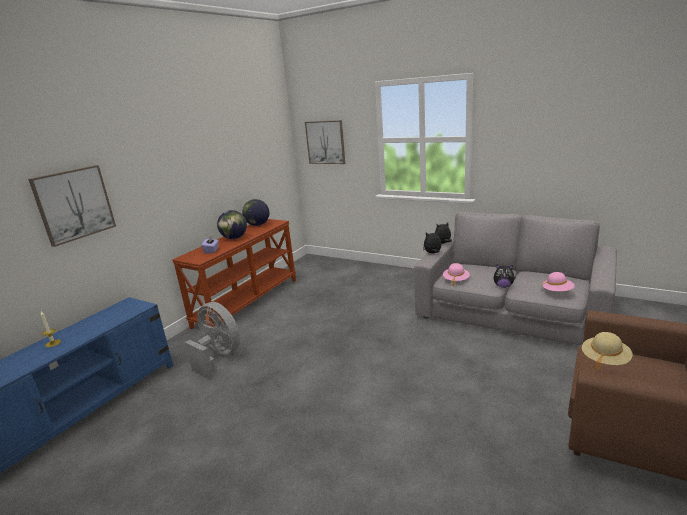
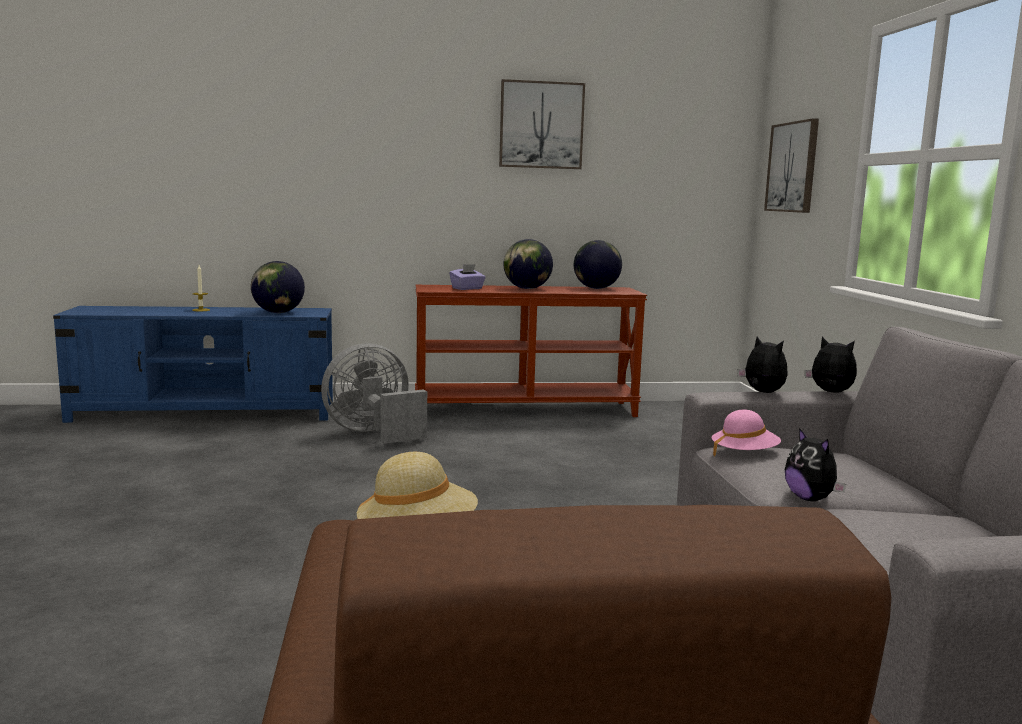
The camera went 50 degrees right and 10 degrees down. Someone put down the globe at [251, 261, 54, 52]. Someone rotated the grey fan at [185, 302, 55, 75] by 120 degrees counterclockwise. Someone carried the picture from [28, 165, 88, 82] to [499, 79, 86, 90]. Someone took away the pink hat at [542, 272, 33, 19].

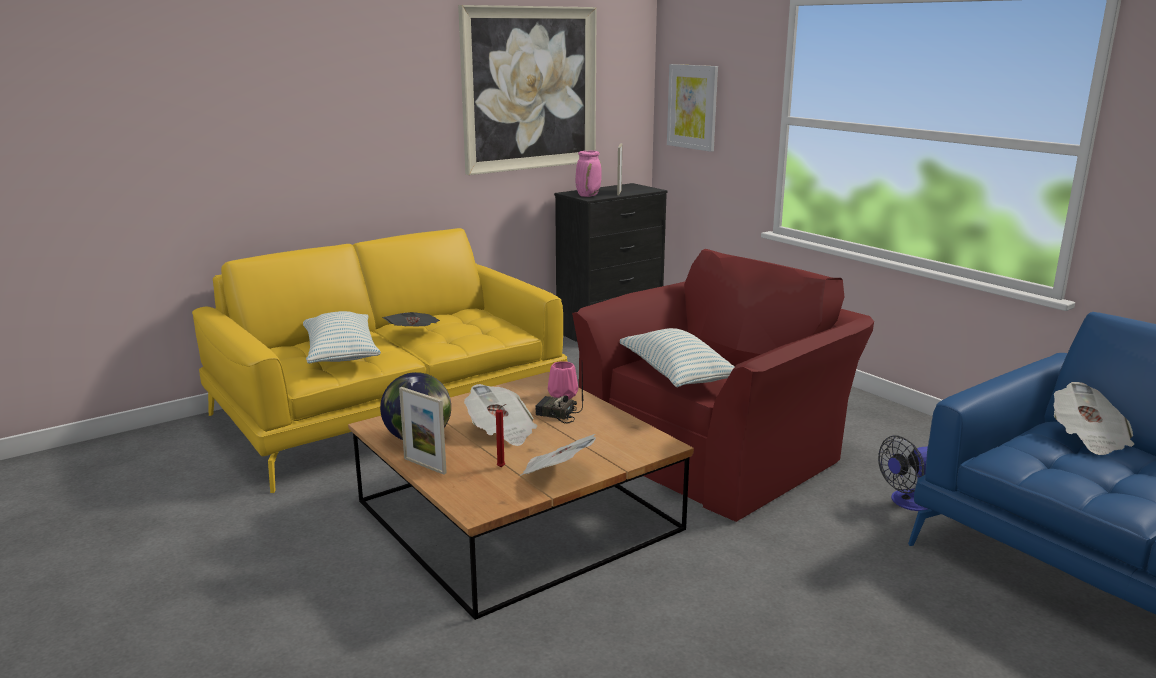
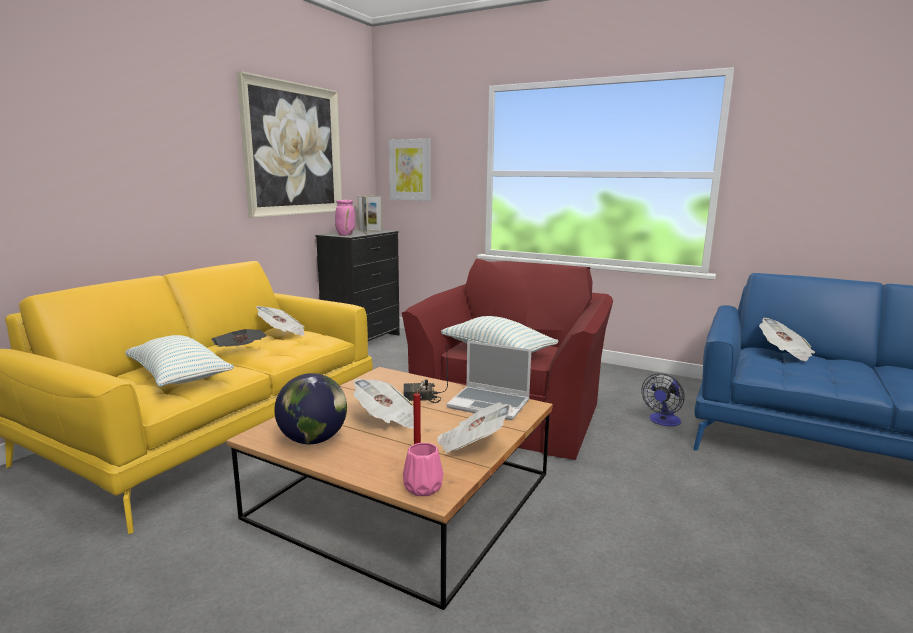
The camera went 25 degrees left and 5 degrees down. Someone put down the newspaper at [256, 306, 49, 30]. Someone carried the picture frame from [399, 387, 48, 88] to [357, 196, 25, 35]. Someone carried the pink vase from [548, 361, 30, 38] to [403, 443, 40, 53]. Someone put down the laptop at [447, 341, 85, 79].

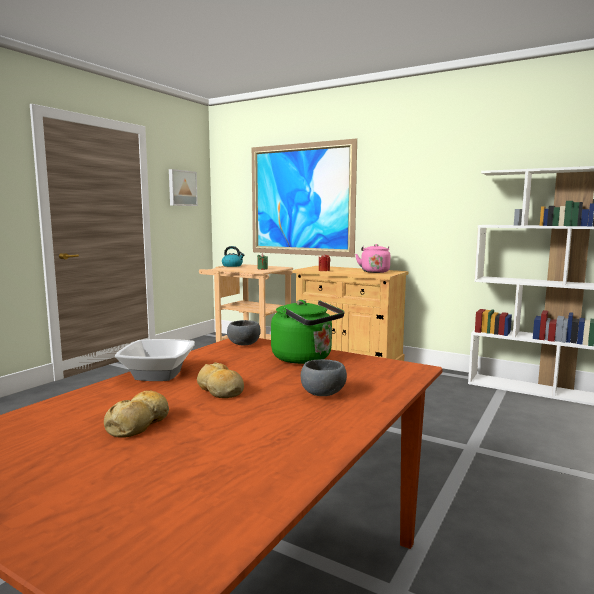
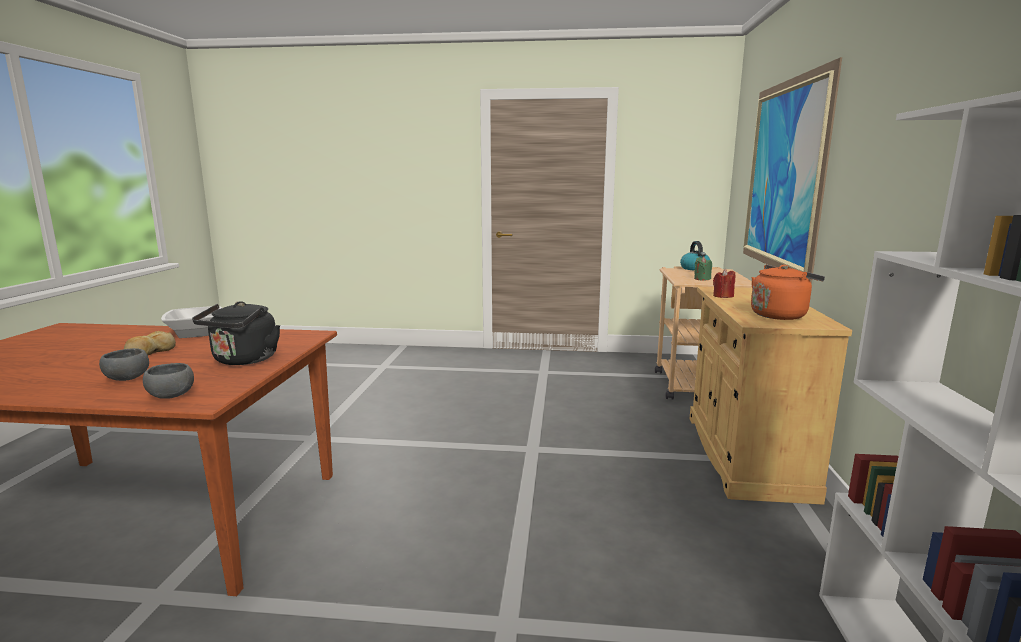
The camera went 65 degrees right and 5 degrees up. Someone carried the grey bowl from [227, 320, 34, 25] to [143, 363, 51, 36]. Someone repainted the green kettle at [271, 300, 73, 64], which became the black kettle at [192, 301, 88, 64]. Someone repainted the pink kettle at [355, 244, 35, 29], which became the orange kettle at [751, 265, 74, 55]. Someone took away the bread at [104, 391, 65, 47]. Someone took away the picture at [169, 169, 29, 37].

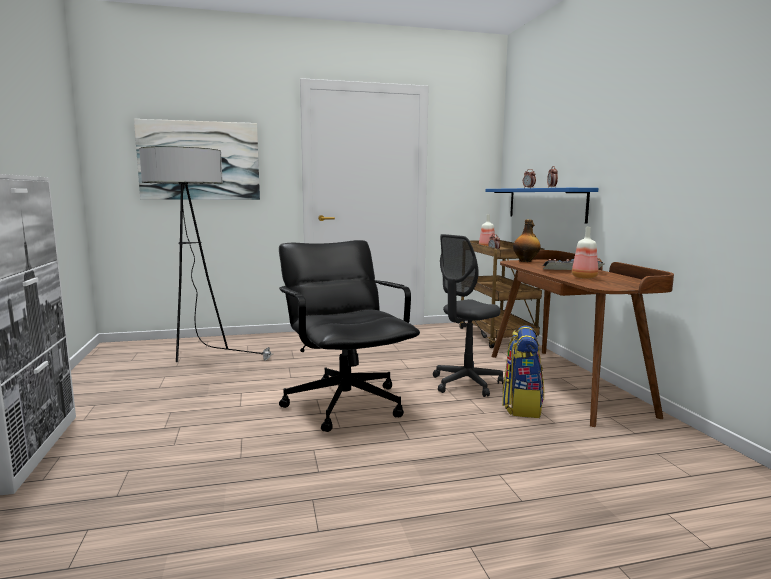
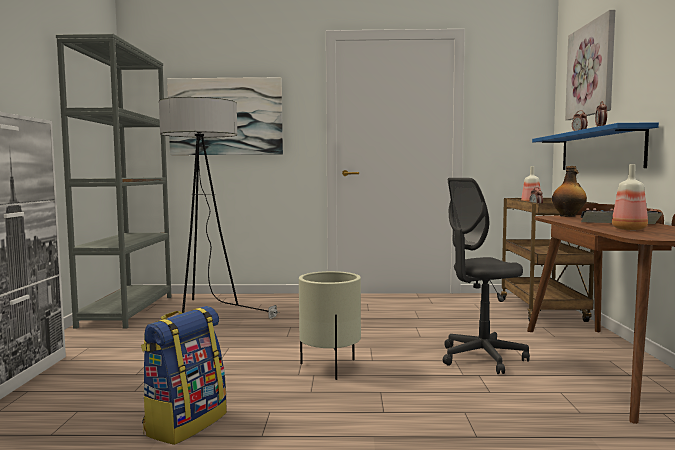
The camera went 15 degrees right and 5 degrees down. Someone put down the grey bookcase at [56, 34, 115, 295]. Someone carried the backpack from [502, 325, 42, 93] to [141, 306, 86, 139]. Someone swapped the black office chair at [279, 240, 141, 192] for the beige planter at [299, 271, 62, 109]. Someone put up the picture at [565, 10, 50, 110].

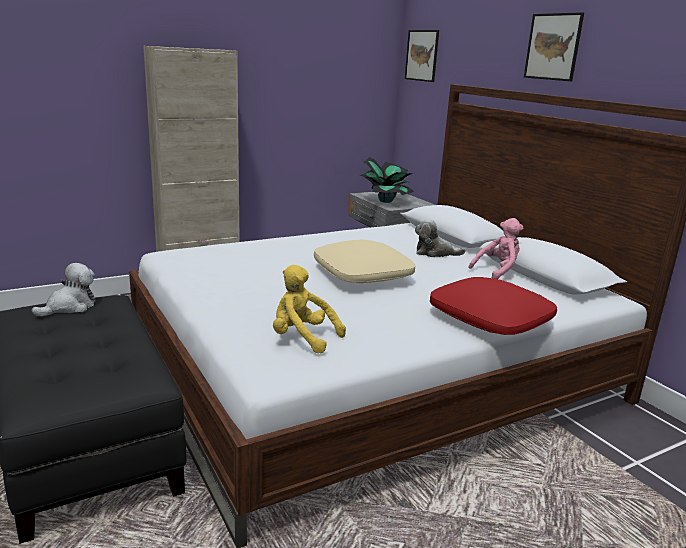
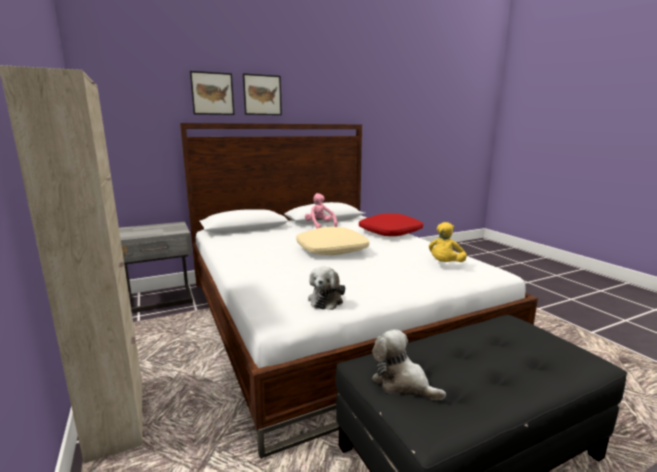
The camera went 85 degrees left and 5 degrees down. Someone carried the picture from [405, 30, 34, 52] to [190, 71, 44, 44]. Someone carried the plush toy from [415, 219, 51, 38] to [308, 267, 37, 43]. Someone took away the potted plant at [360, 157, 54, 46].

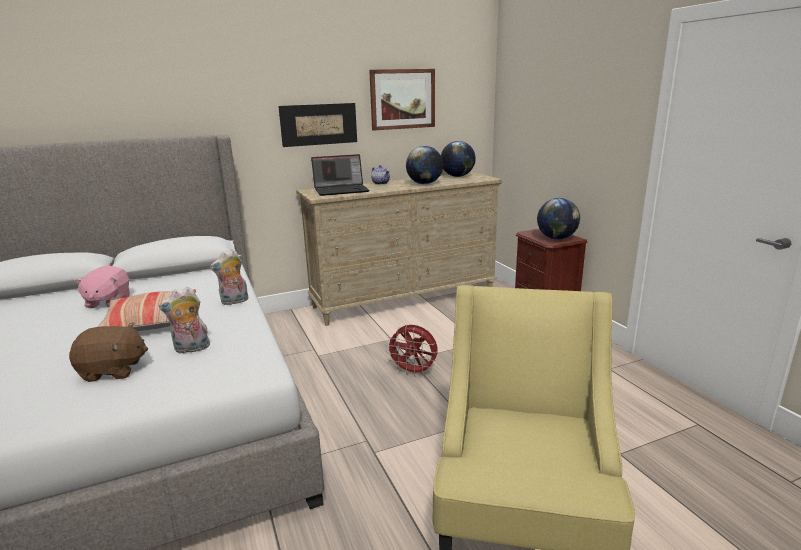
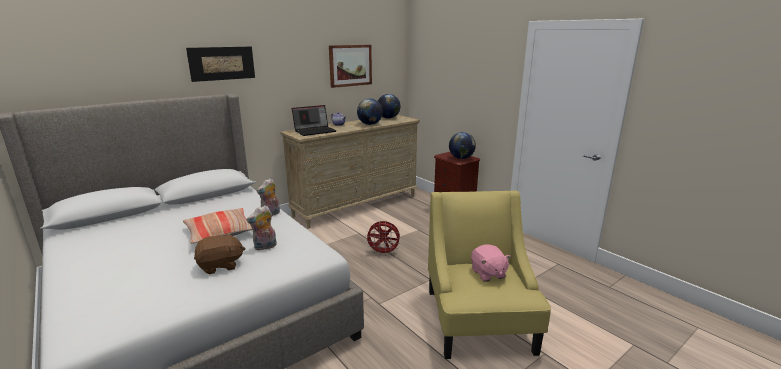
The camera went 15 degrees left and 0 degrees up. Someone carried the picture from [278, 103, 79, 44] to [186, 47, 69, 35]. Someone carried the pink plush toy from [74, 265, 56, 43] to [471, 245, 40, 37].

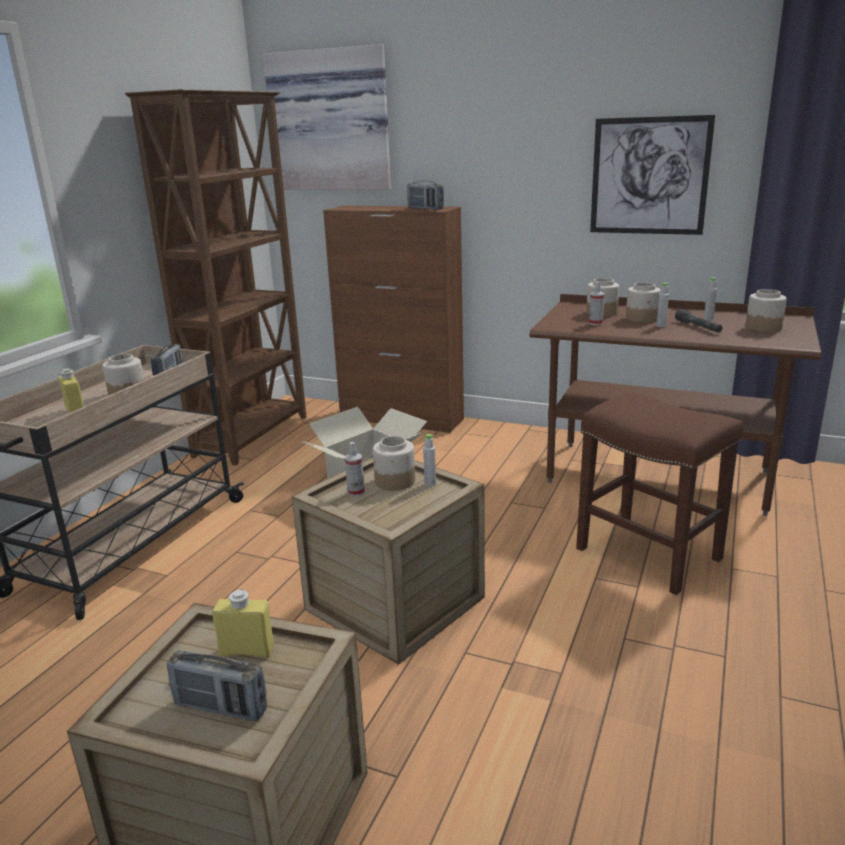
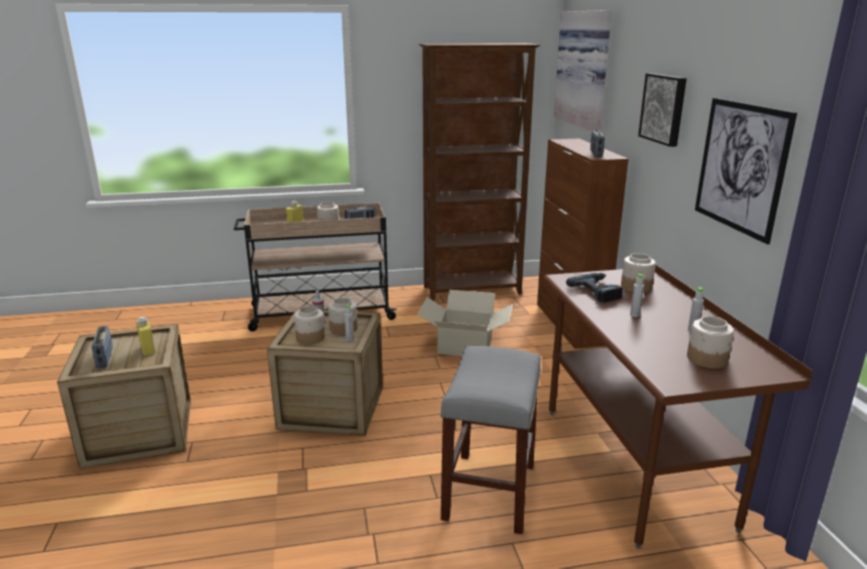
The camera went 55 degrees right and 0 degrees up. Someone carried the jar from [626, 282, 35, 41] to [294, 306, 31, 38]. Someone repainted the brown stool at [576, 392, 167, 203], which became the grey stool at [440, 346, 101, 188]. Someone swapped the spray bottle at [589, 282, 15, 43] for the power drill at [566, 273, 57, 30]. Someone put up the picture at [638, 73, 49, 74]. Someone took away the grey flashlight at [675, 309, 48, 24].

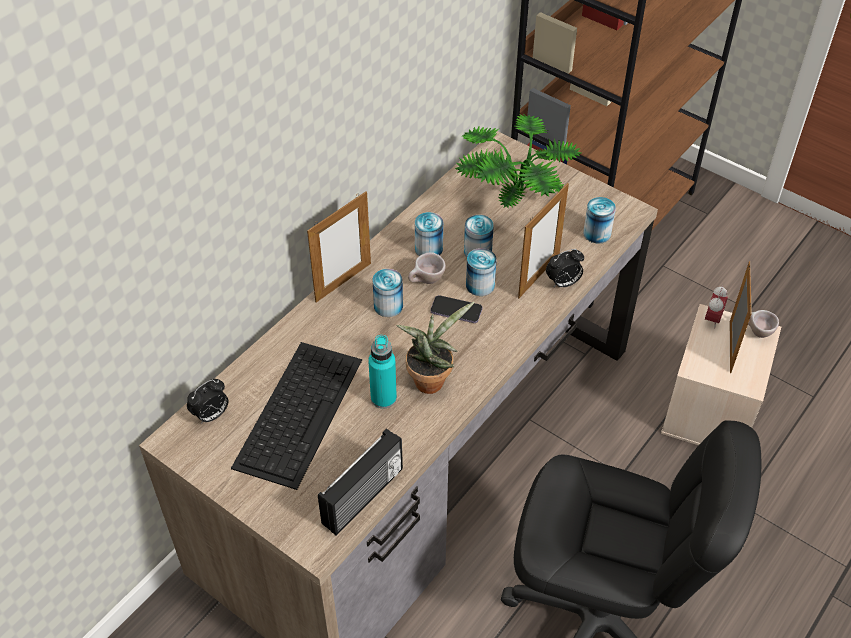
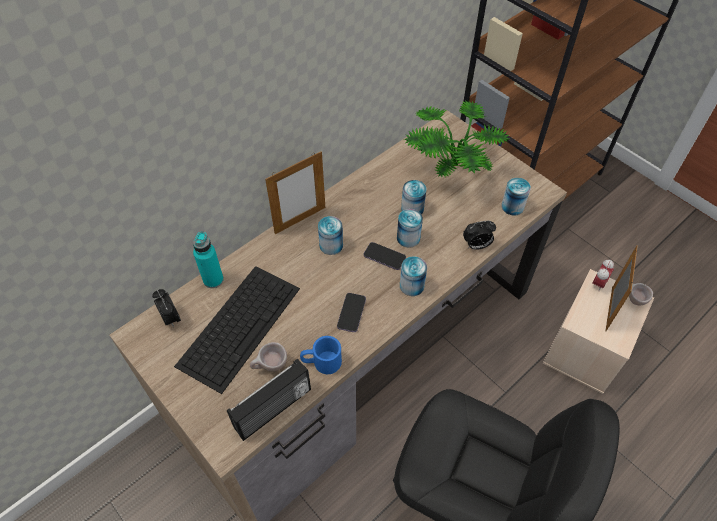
The camera went 10 degrees right and 5 degrees up. Someone rotated the alarm clock at [187, 379, 41, 45] by 90 degrees clockwise. Someone carried the turquoise bottle from [368, 335, 29, 74] to [193, 232, 31, 56]. Someone carried the beige cup from [408, 252, 38, 32] to [250, 342, 37, 30]. Someone put down the blue mug at [300, 336, 42, 38]. Someone swapped the potted plant at [396, 302, 79, 92] for the phone at [337, 293, 29, 39]. Someone carried the can from [415, 212, 28, 44] to [400, 256, 27, 40]. Someone took away the picture frame at [518, 183, 51, 115].

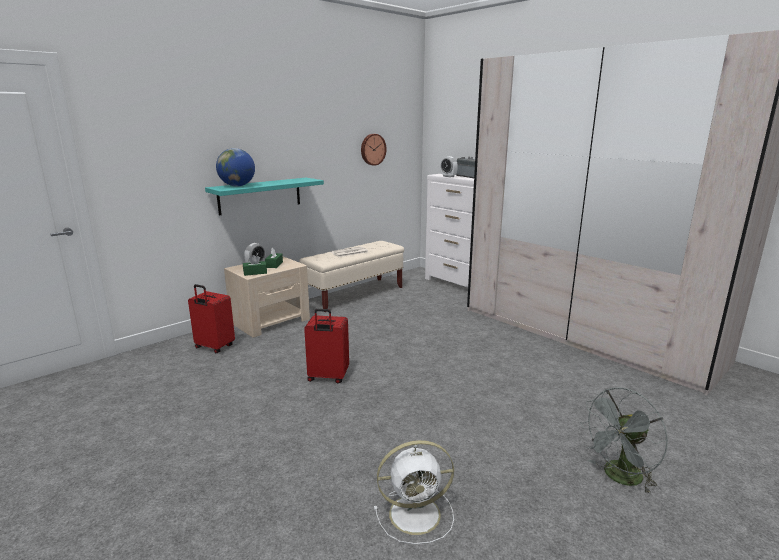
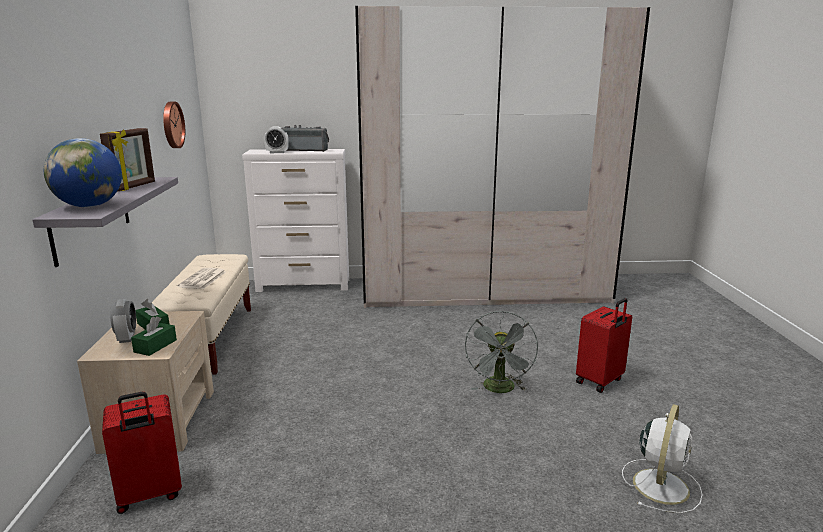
The camera went 50 degrees left and 0 degrees up. Someone repainted the turquoise shelf at [205, 178, 119, 38], which became the grey shelf at [32, 177, 146, 90]. Someone put down the picture frame at [100, 128, 55, 64]. Someone carried the grey fan from [580, 387, 88, 108] to [465, 311, 73, 82]. Someone carried the red suitcase from [304, 309, 45, 74] to [576, 298, 56, 95].

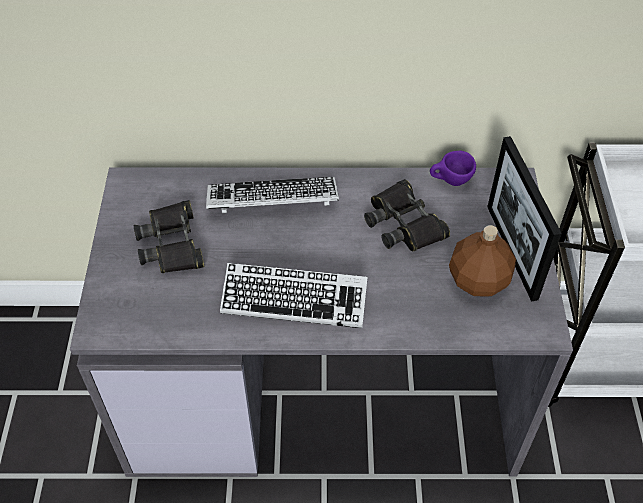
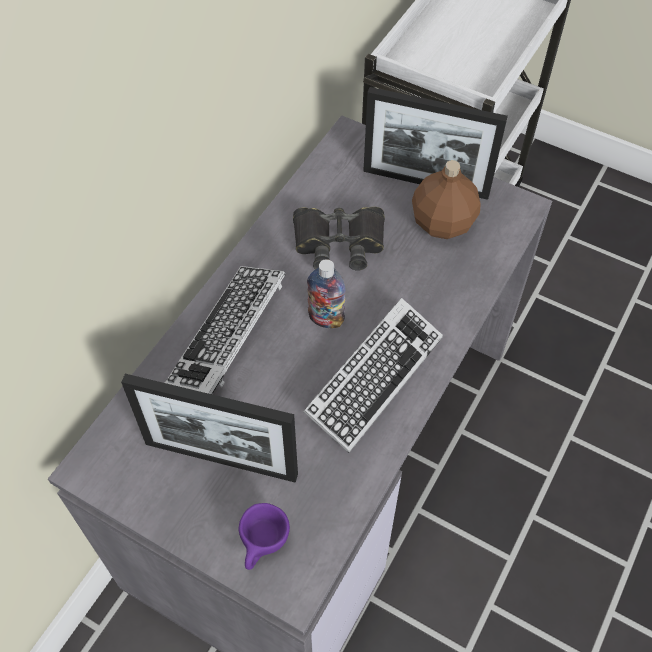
The camera went 60 degrees left and 5 degrees up. Someone swapped the black binoculars at [134, 200, 71, 73] for the picture frame at [121, 374, 177, 109]. Someone carried the purple cup from [430, 151, 46, 35] to [239, 503, 51, 67]. Someone put down the bottle at [307, 259, 39, 69].

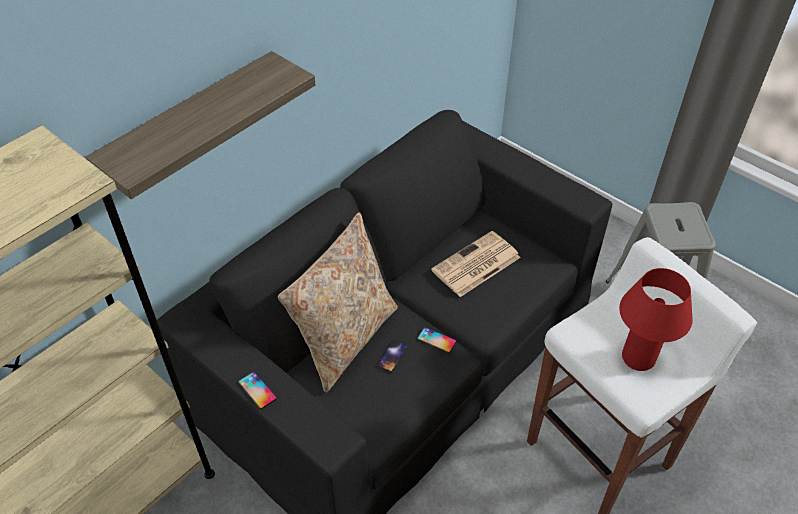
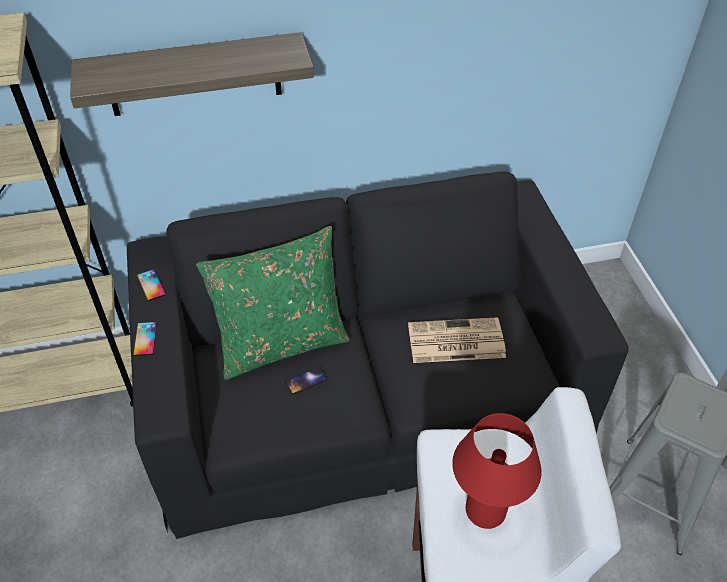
The camera went 35 degrees right and 0 degrees up. Someone carried the phone from [417, 327, 39, 26] to [137, 269, 29, 32]. Someone repainted the beige pillow at [278, 212, 120, 181], which became the green pillow at [196, 226, 154, 154].

